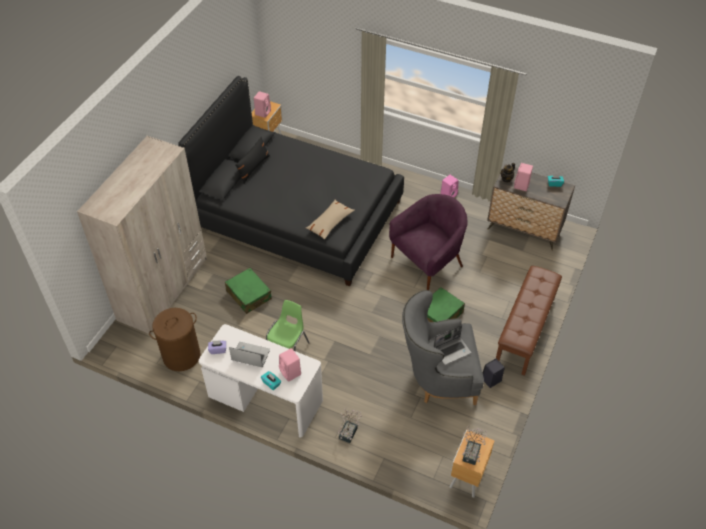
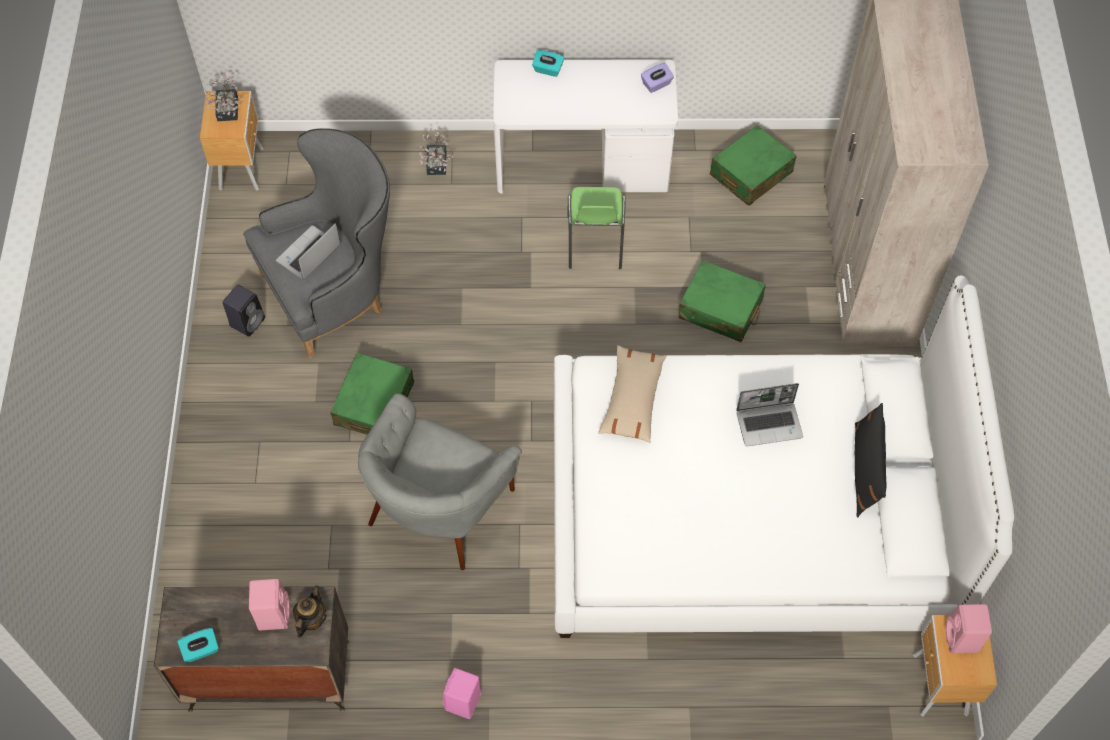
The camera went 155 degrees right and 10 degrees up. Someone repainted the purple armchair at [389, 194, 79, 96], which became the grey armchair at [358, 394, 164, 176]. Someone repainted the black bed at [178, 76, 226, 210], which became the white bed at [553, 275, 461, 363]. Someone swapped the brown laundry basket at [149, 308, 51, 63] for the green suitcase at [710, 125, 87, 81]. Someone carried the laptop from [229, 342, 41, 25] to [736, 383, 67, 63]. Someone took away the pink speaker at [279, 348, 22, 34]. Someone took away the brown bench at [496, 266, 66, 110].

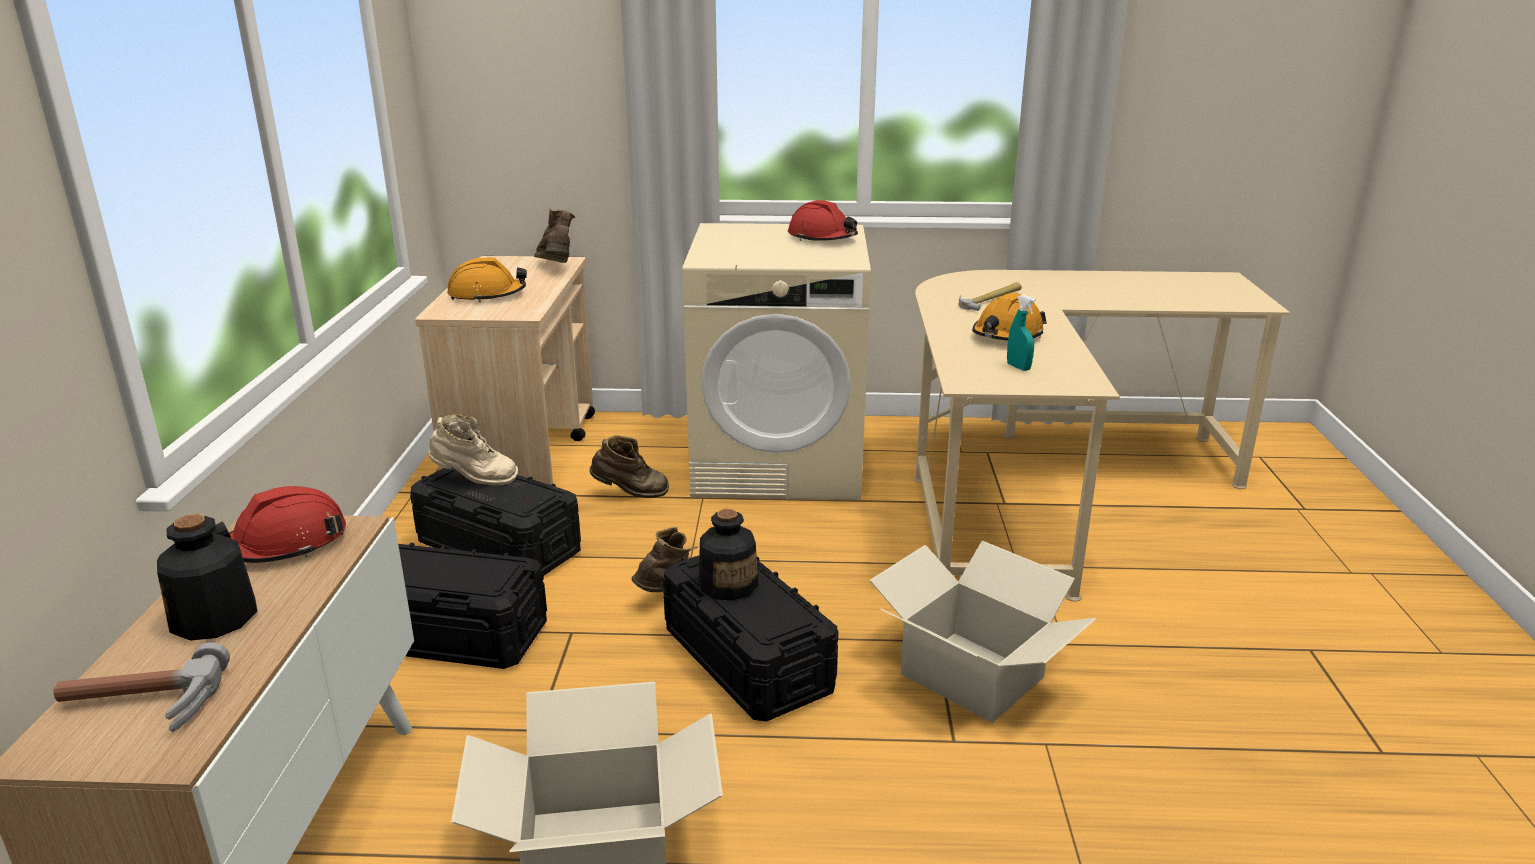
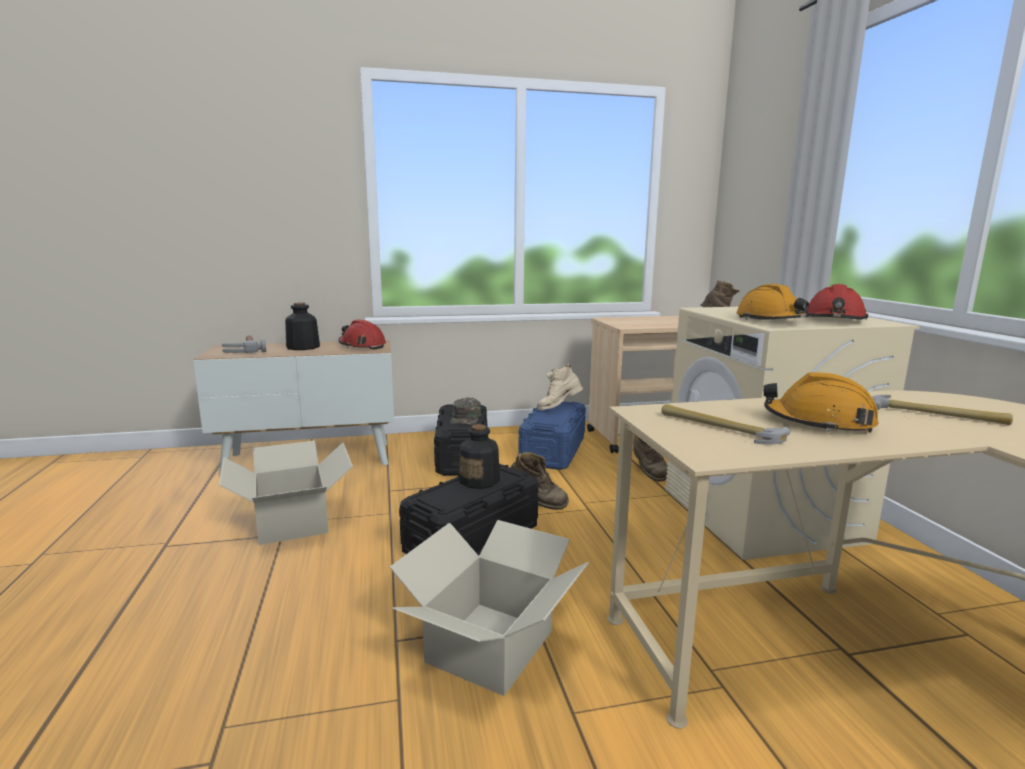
The camera went 75 degrees right and 10 degrees down. Someone put down the green cap at [450, 397, 31, 28]. Someone repainted the black storage box at [410, 467, 171, 108], which became the blue storage box at [518, 401, 68, 69]. Someone rotated the beige boot at [428, 414, 90, 71] by 75 degrees clockwise. Someone swapped the turquoise spray bottle at [1007, 295, 29, 76] for the hammer at [661, 404, 129, 41]. Someone carried the orange hard hat from [447, 258, 80, 44] to [736, 284, 73, 36].

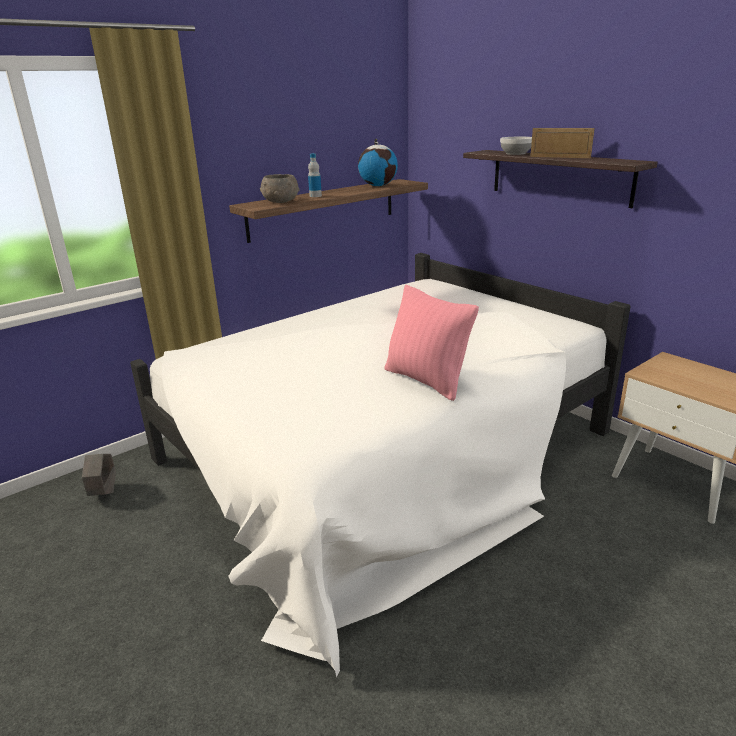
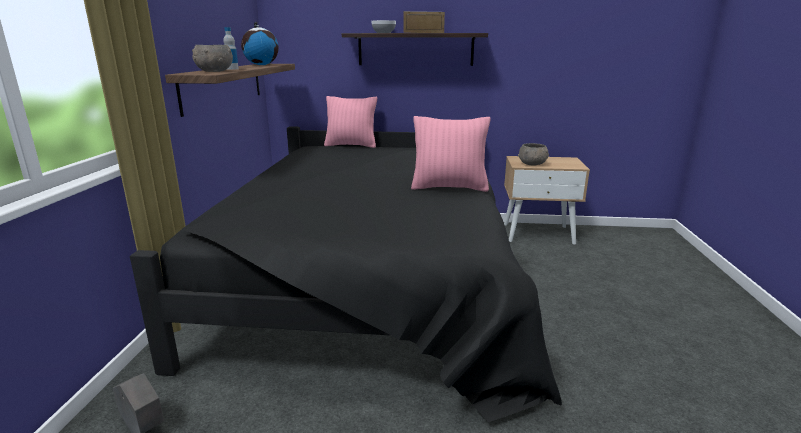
The camera went 45 degrees left and 5 degrees down. Someone repainted the white bed at [130, 253, 501, 424], which became the black bed at [130, 126, 432, 296]. Someone put down the pink pillow at [324, 96, 53, 52]. Someone put down the grey bowl at [518, 143, 31, 23].

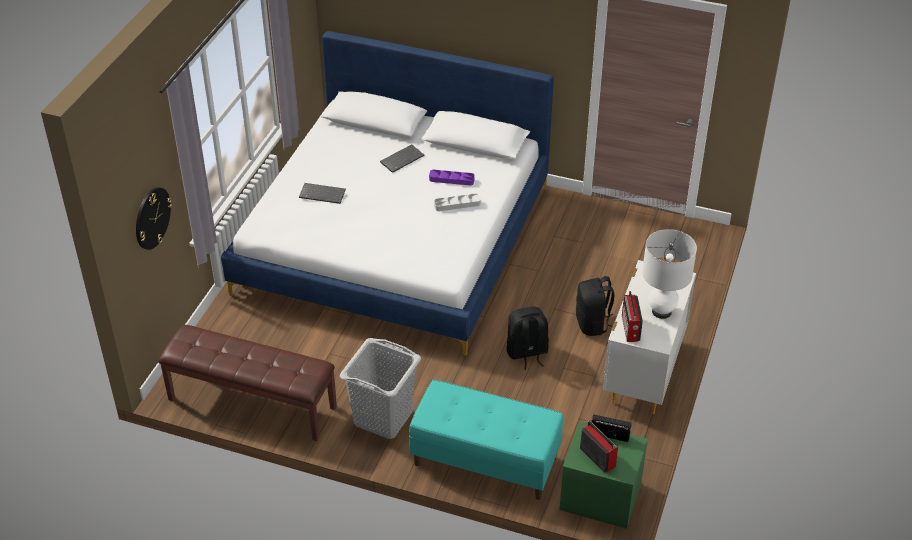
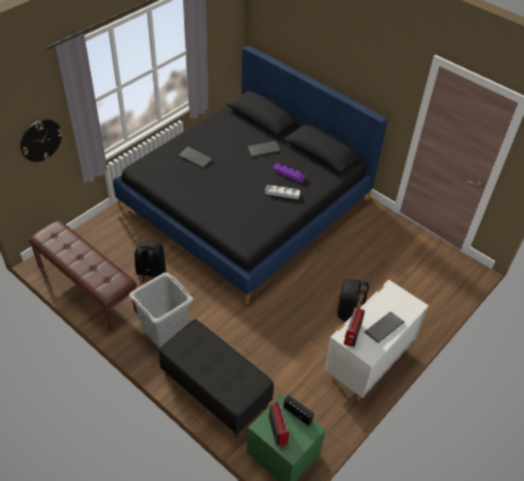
The camera went 20 degrees right and 5 degrees up. Someone repainted the white bed at [221, 31, 333, 325], which became the black bed at [113, 46, 275, 258]. Someone carried the black backpack from [506, 307, 43, 63] to [134, 241, 32, 43]. Someone repainted the turquoise bench at [409, 380, 154, 120], which became the black bench at [159, 319, 115, 119]. Someone swapped the white table lamp at [642, 229, 55, 90] for the keyboard at [364, 311, 40, 32].

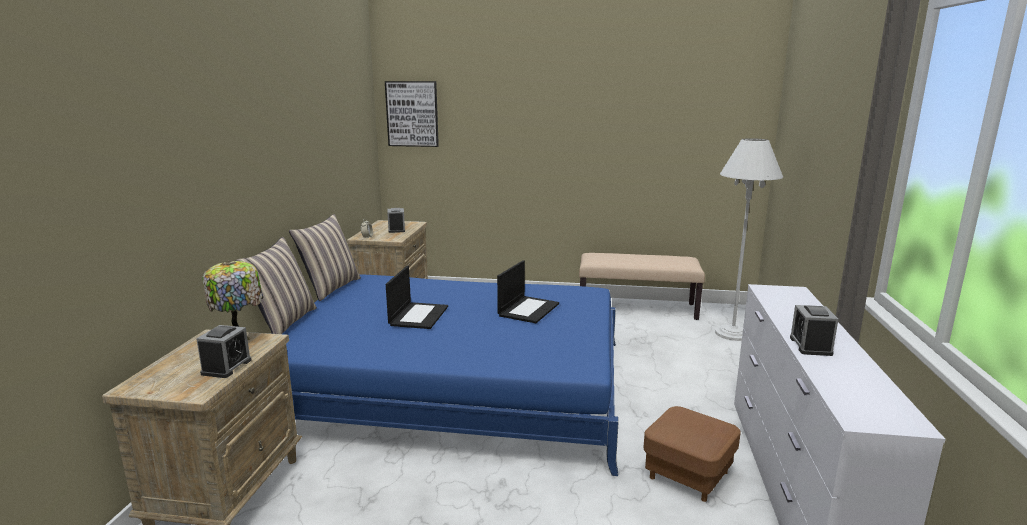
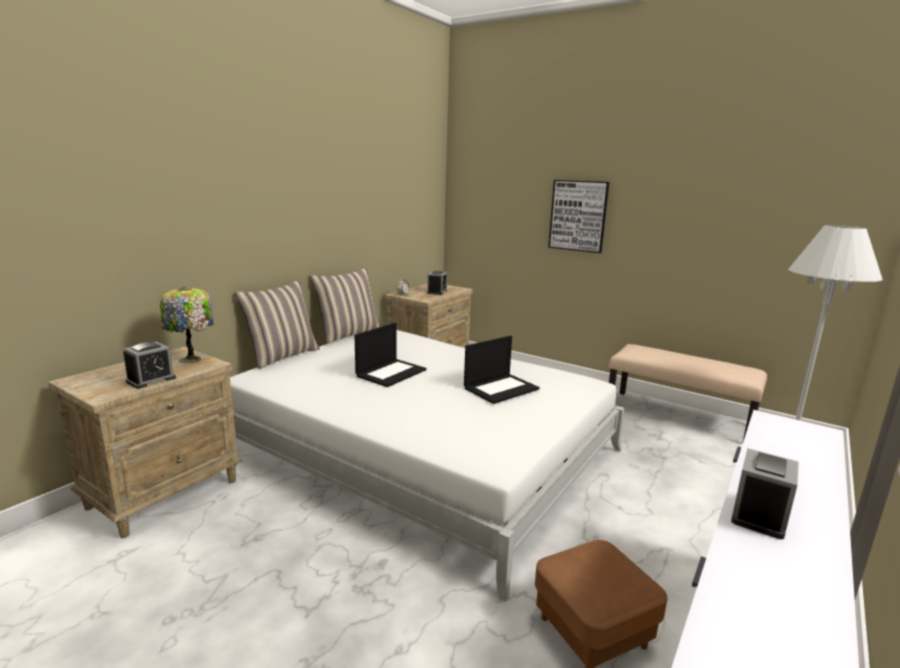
The camera went 25 degrees right and 0 degrees up. Someone repainted the blue bed at [283, 274, 336, 202], which became the white bed at [230, 330, 395, 271]. Someone carried the picture from [385, 81, 54, 66] to [548, 180, 61, 73].

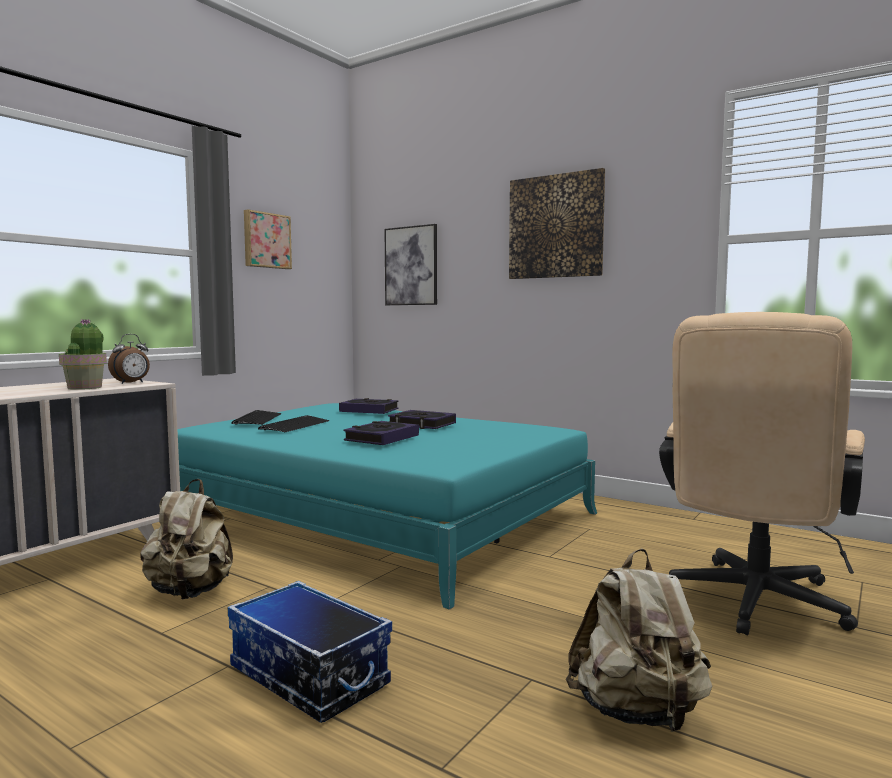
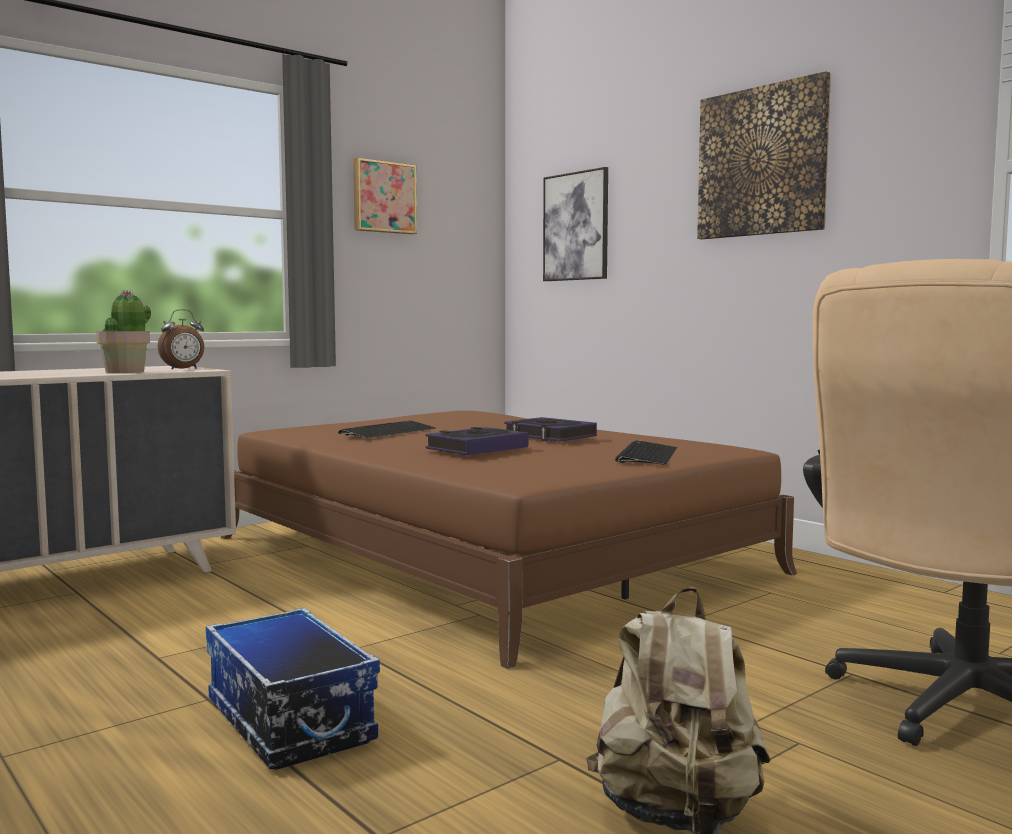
The camera went 15 degrees right and 0 degrees up. Someone repainted the turquoise bed at [177, 403, 420, 207], which became the brown bed at [221, 411, 576, 258]. Someone carried the keyboard from [231, 410, 50, 15] to [615, 440, 62, 25]. Someone took away the beige backpack at [140, 479, 93, 120]. Someone took away the book at [339, 398, 60, 16].

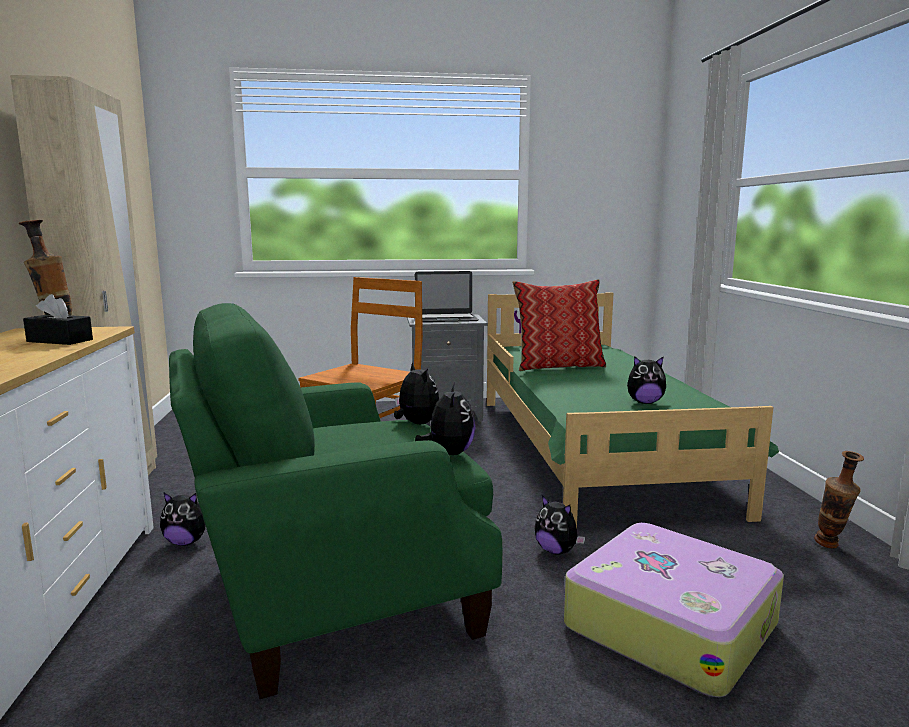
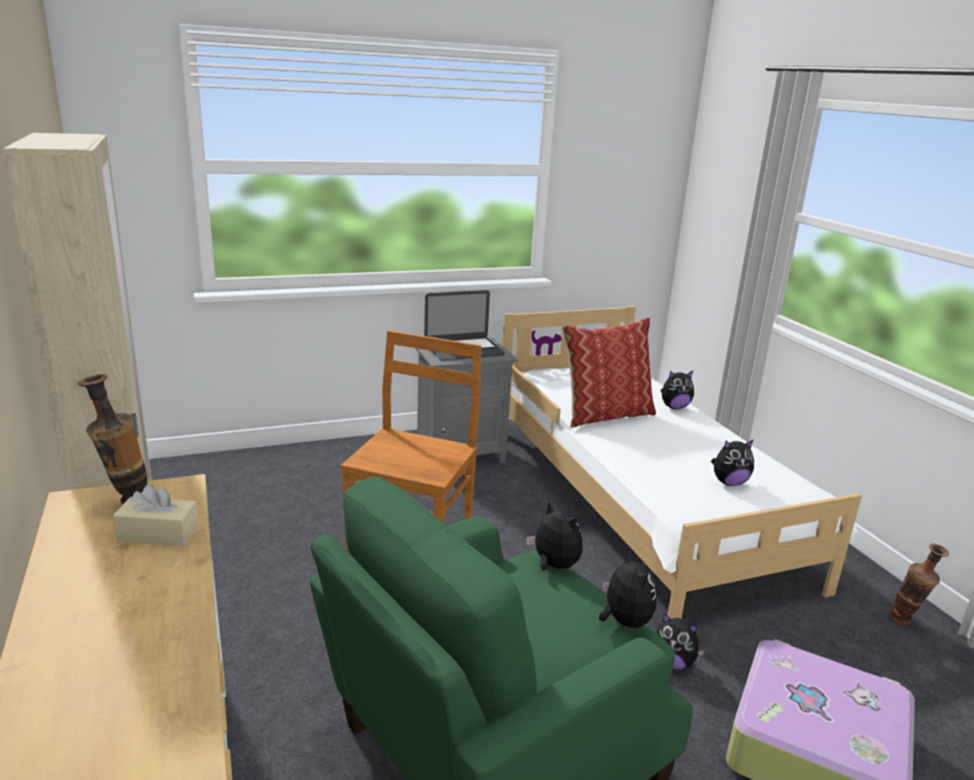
The camera went 15 degrees left and 10 degrees up. Someone repainted the black tissue box at [23, 294, 70, 51], which became the beige tissue box at [113, 484, 86, 62]. Someone repainted the green bed at [487, 293, 292, 235], which became the white bed at [502, 306, 360, 313]. Someone carried the plush toy from [160, 492, 47, 54] to [661, 371, 33, 38].

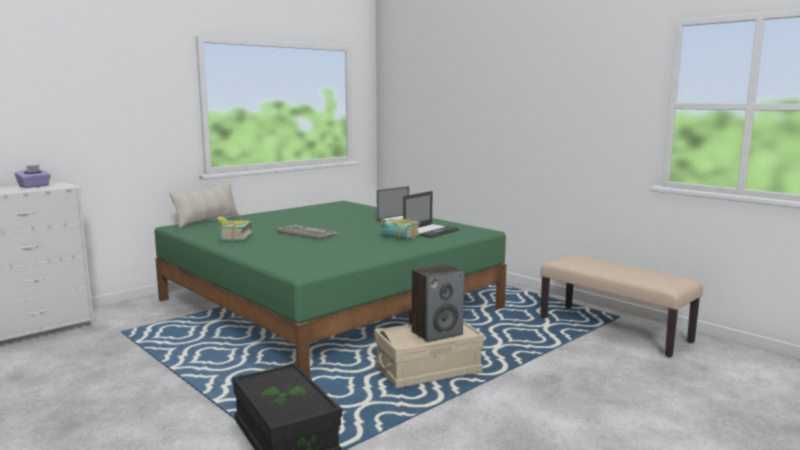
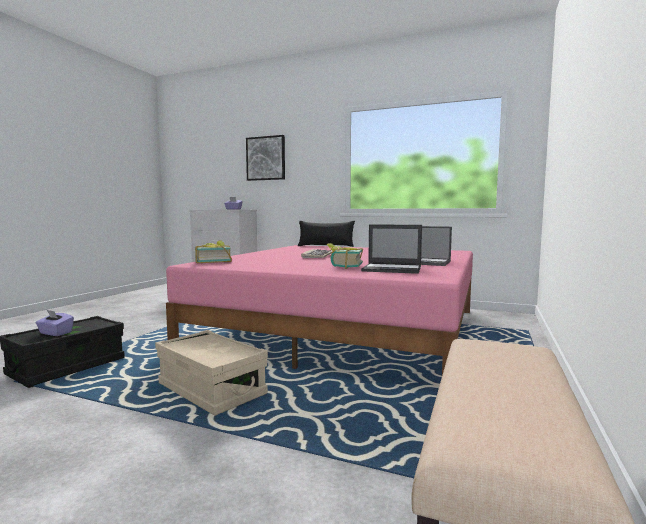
The camera went 65 degrees right and 5 degrees down. Someone put down the purple tissue box at [36, 310, 38, 26]. Someone repainted the green bed at [154, 201, 352, 177], which became the pink bed at [166, 245, 307, 130]. Someone carried the book from [217, 216, 36, 26] to [195, 240, 37, 23]. Someone put up the picture at [246, 135, 39, 46]. Someone repainted the beige pillow at [169, 183, 70, 45], which became the black pillow at [298, 221, 57, 26]. Someone took away the speaker at [412, 264, 52, 78].

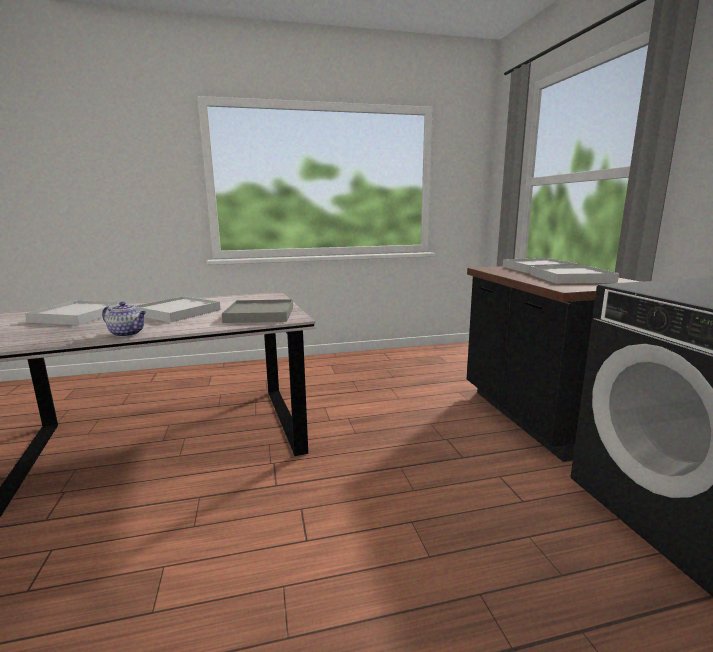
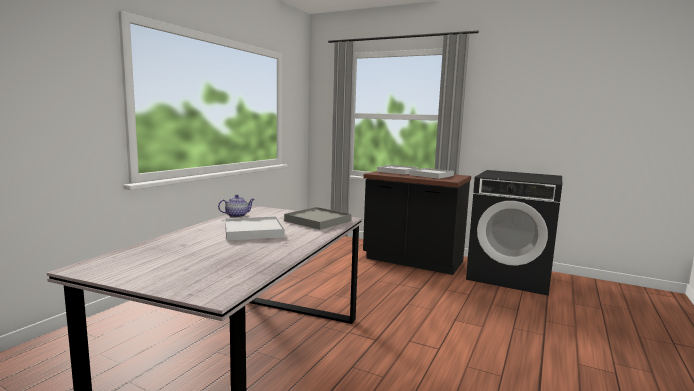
The camera went 50 degrees left and 5 degrees down. Someone carried the teapot from [102, 302, 44, 35] to [218, 194, 37, 24]. Someone took away the white tray at [25, 300, 95, 25].

